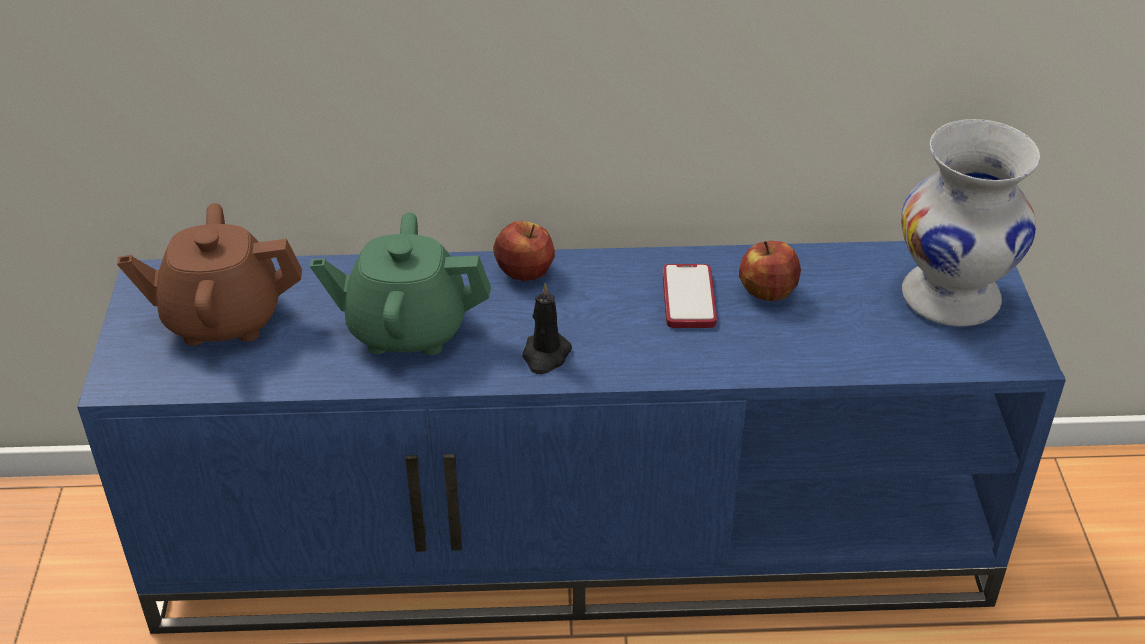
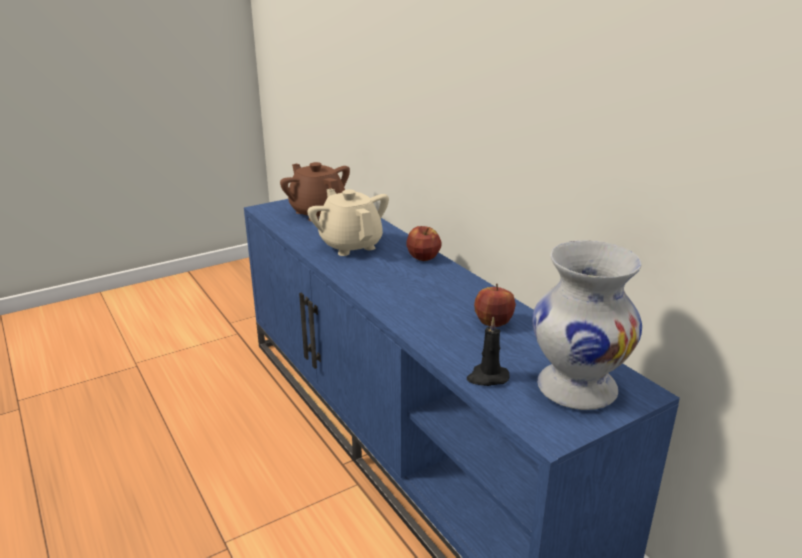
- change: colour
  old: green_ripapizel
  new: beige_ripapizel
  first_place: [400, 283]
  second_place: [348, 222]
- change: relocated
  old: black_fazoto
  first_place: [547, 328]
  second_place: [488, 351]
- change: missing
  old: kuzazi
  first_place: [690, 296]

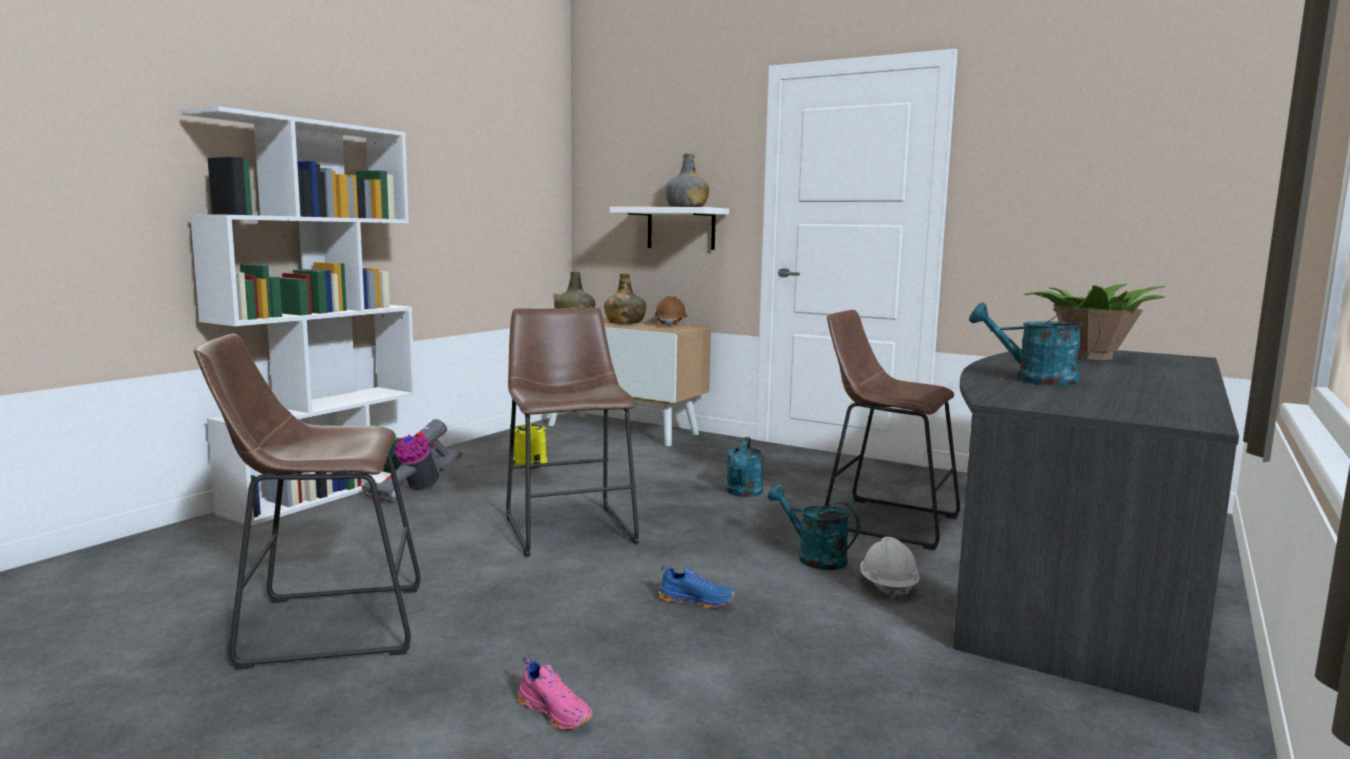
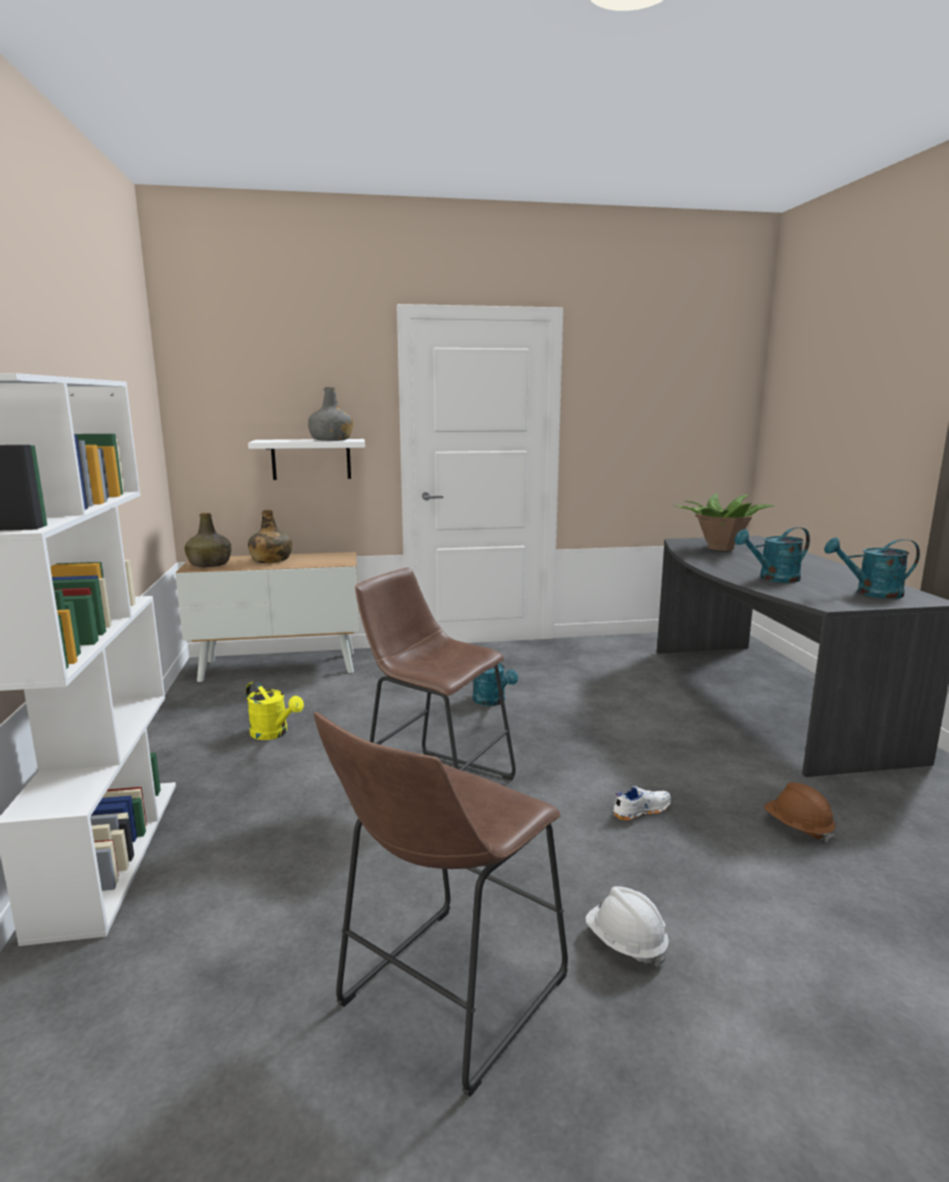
- change: relocated
  old: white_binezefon
  first_place: [889, 569]
  second_place: [627, 926]
- change: colour
  old: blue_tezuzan
  new: white_tezuzan
  first_place: [696, 586]
  second_place: [641, 803]
- change: relocated
  old: brown_binezefon
  first_place: [670, 312]
  second_place: [800, 812]
- change: relocated
  old: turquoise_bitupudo
  first_place: [814, 527]
  second_place: [872, 568]
- change: missing
  old: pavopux
  first_place: [411, 460]
- change: missing
  old: pink_tezuzan
  first_place: [555, 693]
- change: missing
  old: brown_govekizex
  first_place: [892, 430]

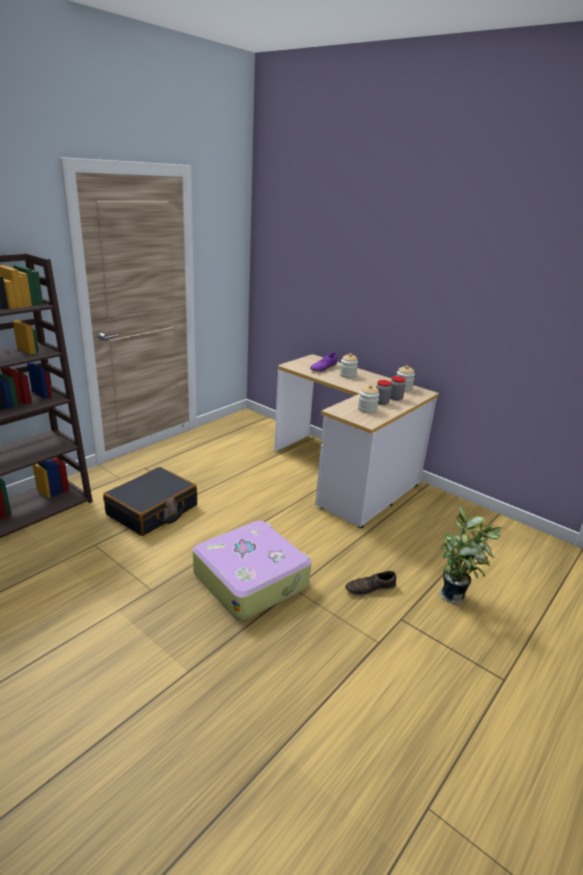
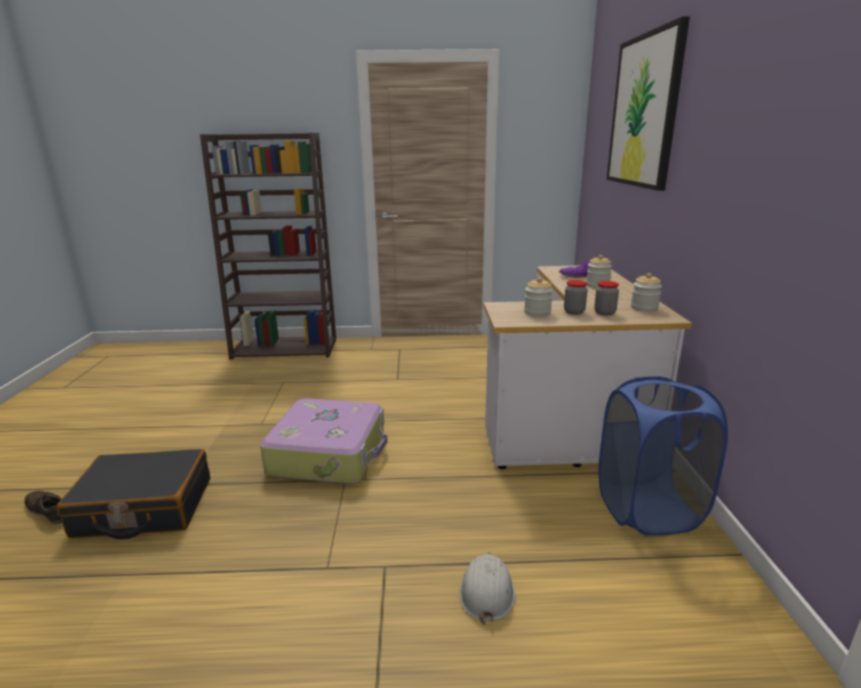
- change: relocated
  old: brown_tezuzan
  first_place: [370, 583]
  second_place: [43, 507]
- change: relocated
  old: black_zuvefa
  first_place: [150, 501]
  second_place: [133, 494]
- change: exchanged
  old: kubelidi
  new: white_binezefon
  first_place: [471, 554]
  second_place: [487, 588]
- change: appeared
  new: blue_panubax
  second_place: [663, 456]
- change: appeared
  new: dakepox
  second_place: [648, 103]

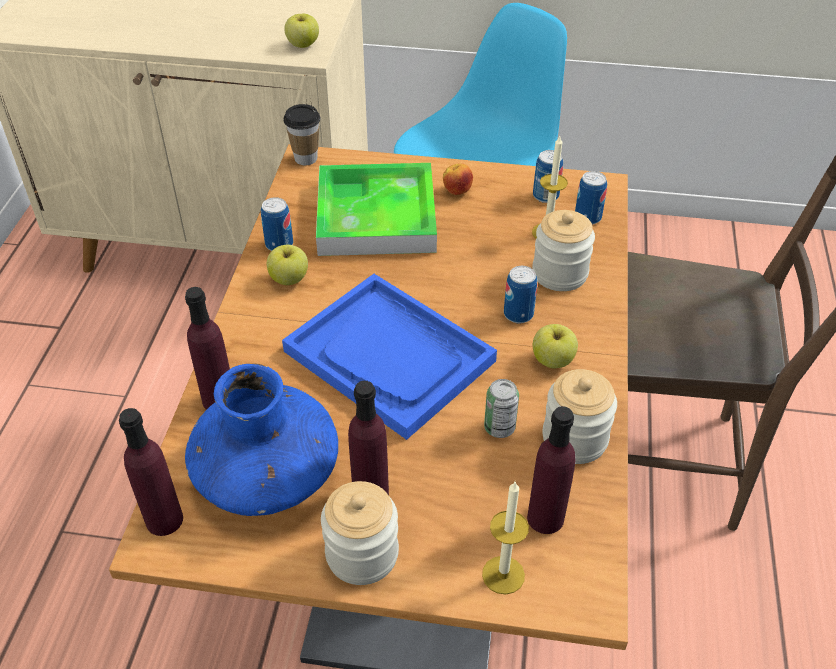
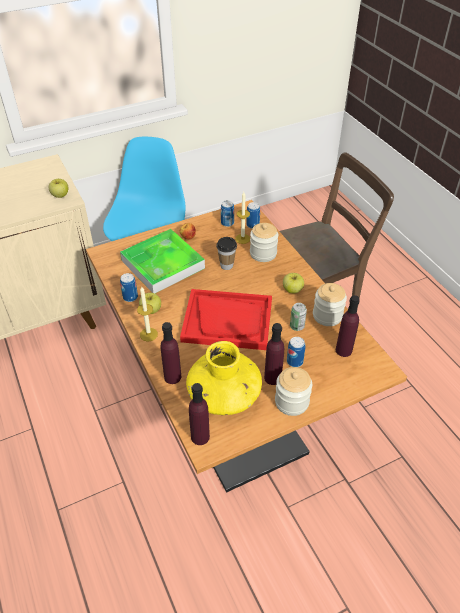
- change: relocated
  old: fazoto
  first_place: [505, 538]
  second_place: [147, 314]
- change: colour
  old: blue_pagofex
  new: red_pagofex
  first_place: [389, 357]
  second_place: [226, 319]
- change: colour
  old: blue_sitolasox
  new: yellow_sitolasox
  first_place: [261, 440]
  second_place: [224, 378]
- change: relocated
  old: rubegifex
  first_place: [302, 134]
  second_place: [226, 253]
- change: relocated
  old: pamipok
  first_place: [520, 294]
  second_place: [296, 352]

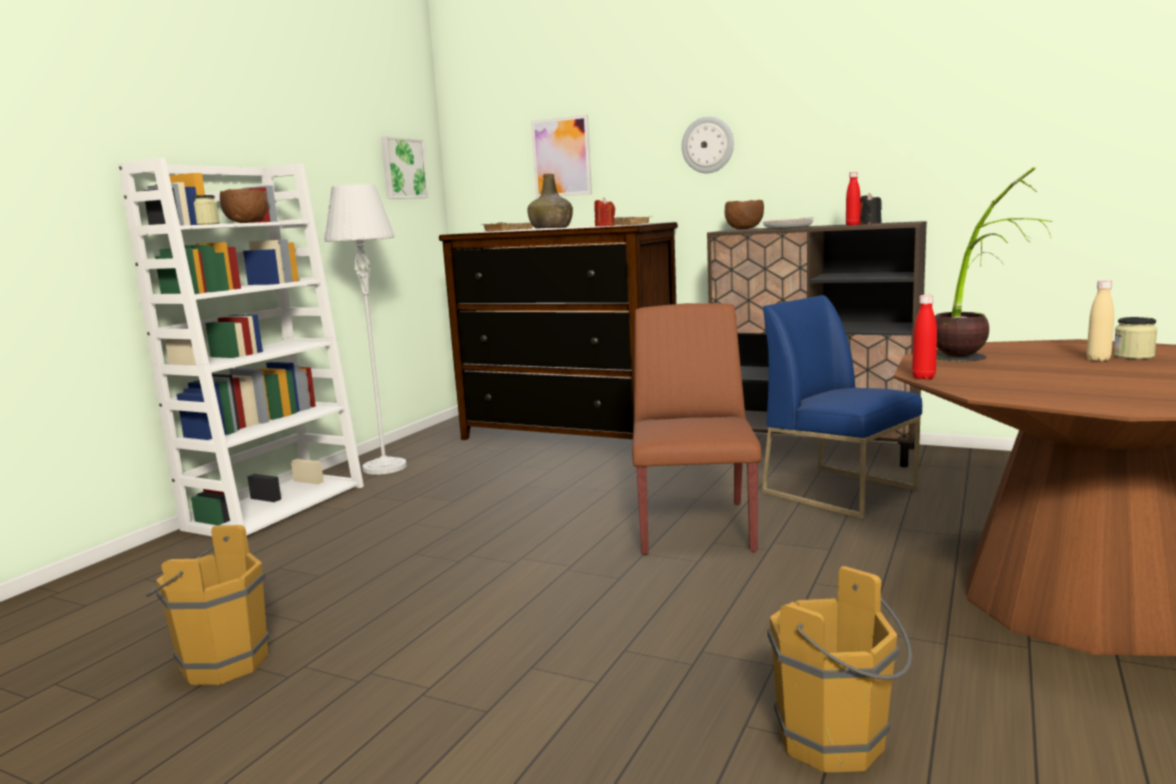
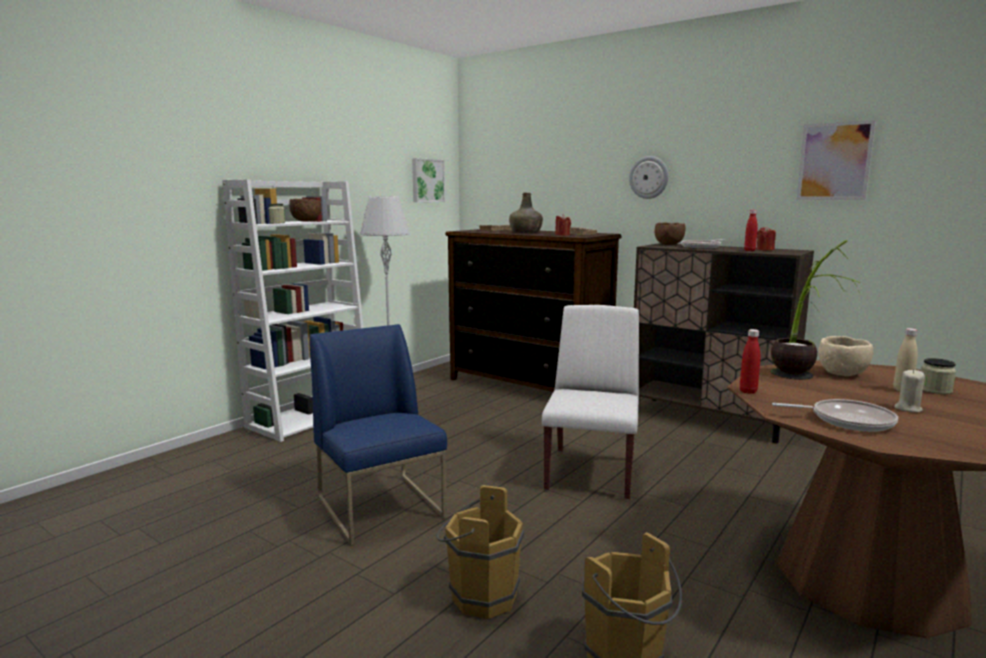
- change: relocated
  old: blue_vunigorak
  first_place: [841, 407]
  second_place: [378, 435]
- change: relocated
  old: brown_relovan
  first_place: [207, 605]
  second_place: [480, 552]
- change: colour
  old: brown_vunigorak
  new: white_vunigorak
  first_place: [696, 429]
  second_place: [590, 402]
- change: colour
  old: black_fazoto
  new: red_fazoto
  first_place: [871, 209]
  second_place: [766, 238]
- change: appeared
  new: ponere
  second_place: [835, 415]
- change: relocated
  old: dakepox
  first_place: [561, 156]
  second_place: [836, 160]
- change: appeared
  new: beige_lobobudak
  second_place: [845, 356]
- change: appeared
  new: beige_fazoto
  second_place: [909, 391]

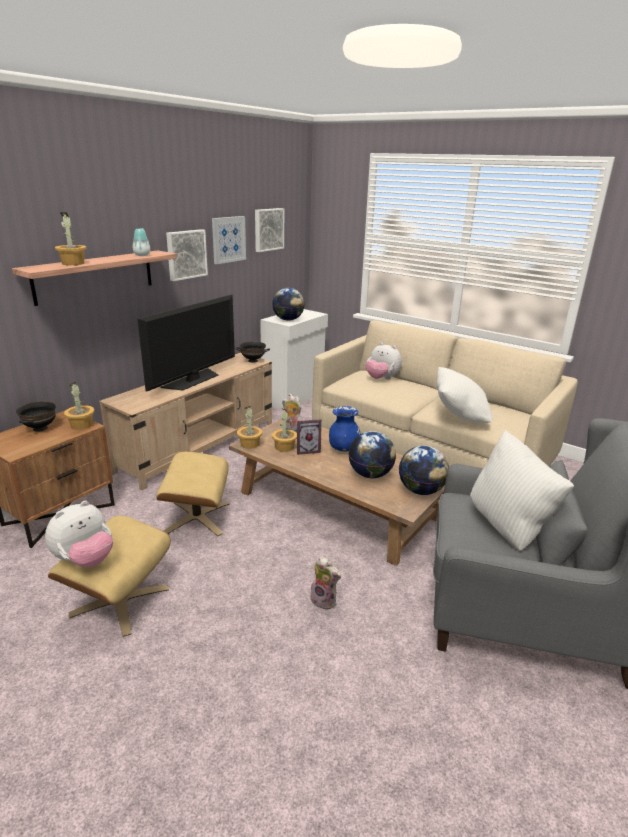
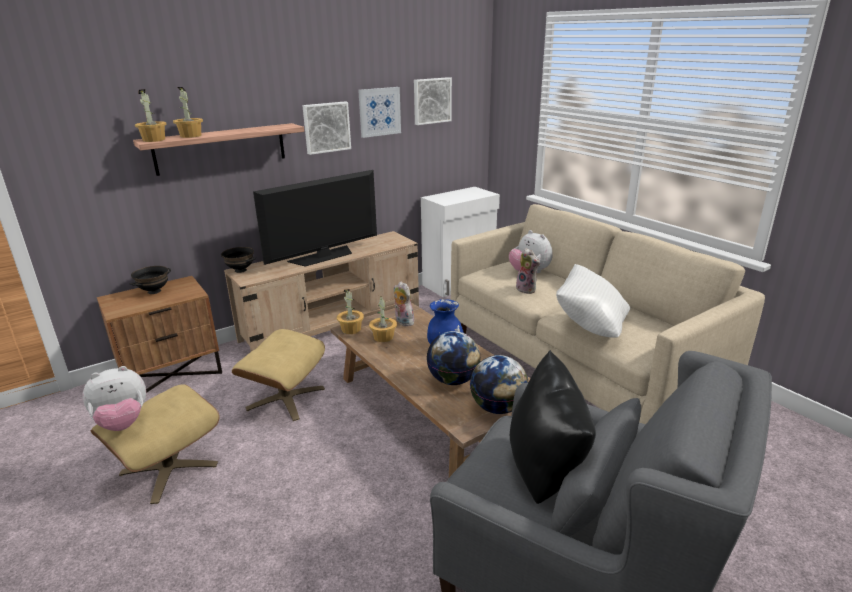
- change: relocated
  old: kubelidi
  first_place: [79, 405]
  second_place: [151, 115]
- change: relocated
  old: black_lobobudak
  first_place: [253, 352]
  second_place: [238, 260]
- change: colour
  old: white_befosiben
  new: black_befosiben
  first_place: [522, 490]
  second_place: [553, 427]
- change: relocated
  old: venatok
  first_place: [325, 583]
  second_place: [528, 271]
- change: missing
  old: sitolasox
  first_place: [141, 242]
- change: missing
  old: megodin
  first_place: [288, 304]
- change: missing
  old: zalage
  first_place: [309, 437]

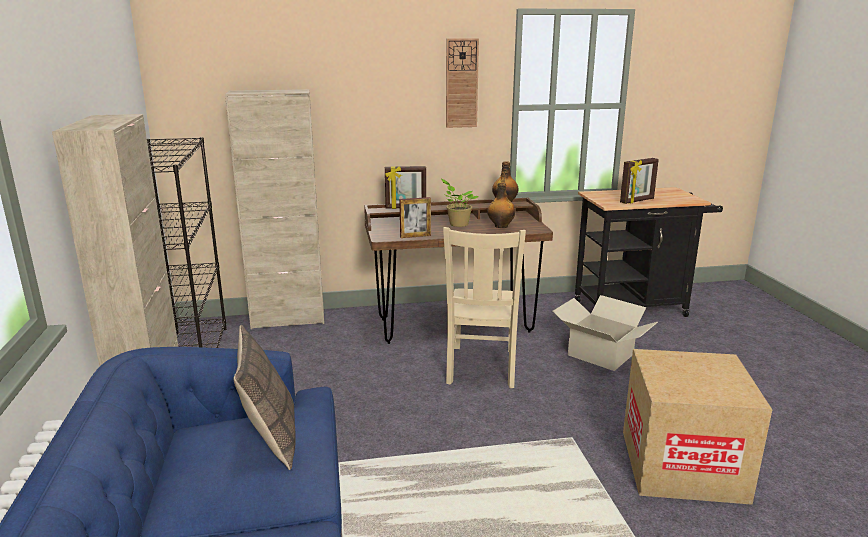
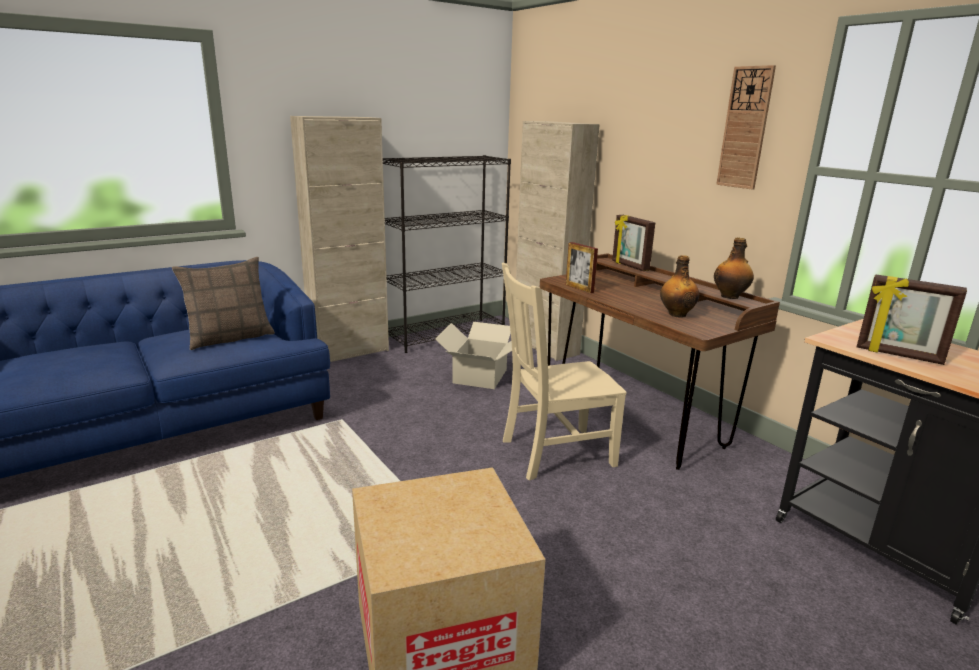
- change: relocated
  old: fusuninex
  first_place: [605, 333]
  second_place: [473, 355]
- change: missing
  old: kubelidi
  first_place: [460, 203]

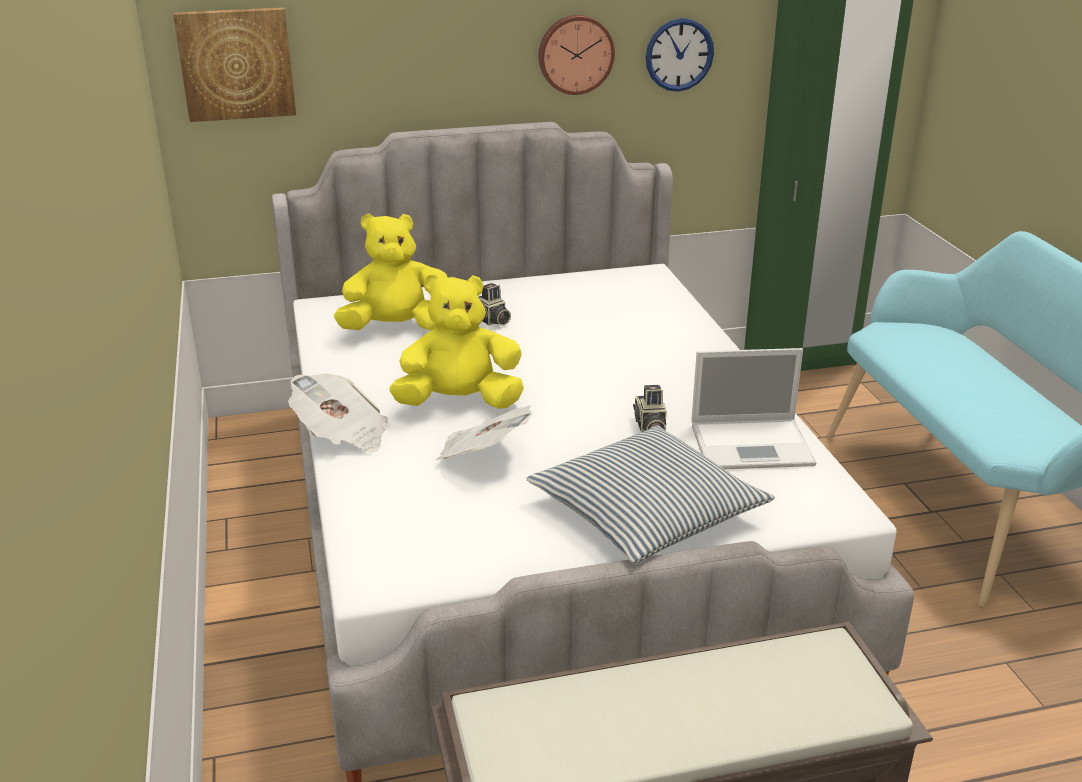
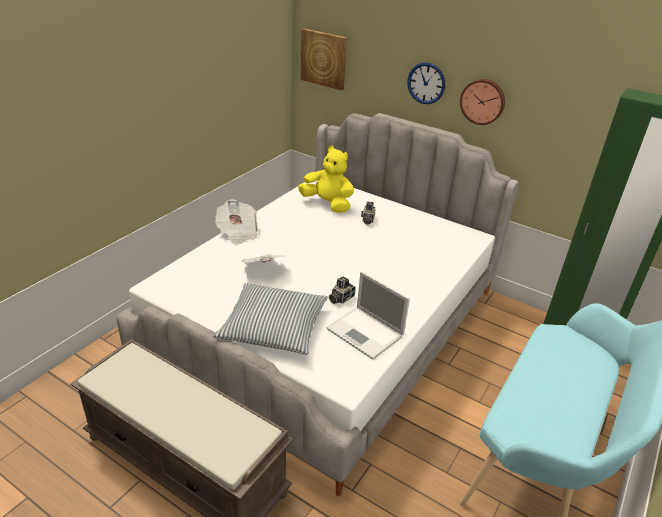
- change: relocated
  old: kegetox
  first_place: [680, 55]
  second_place: [426, 83]
- change: missing
  old: yellow_venatok
  first_place: [456, 341]

